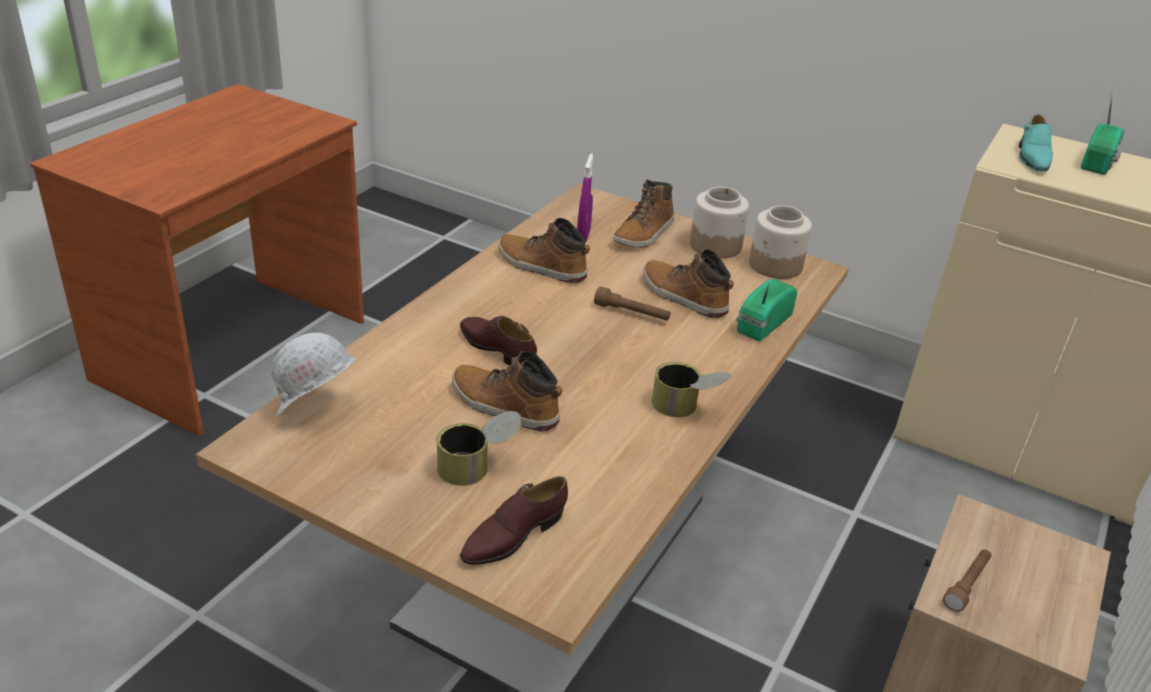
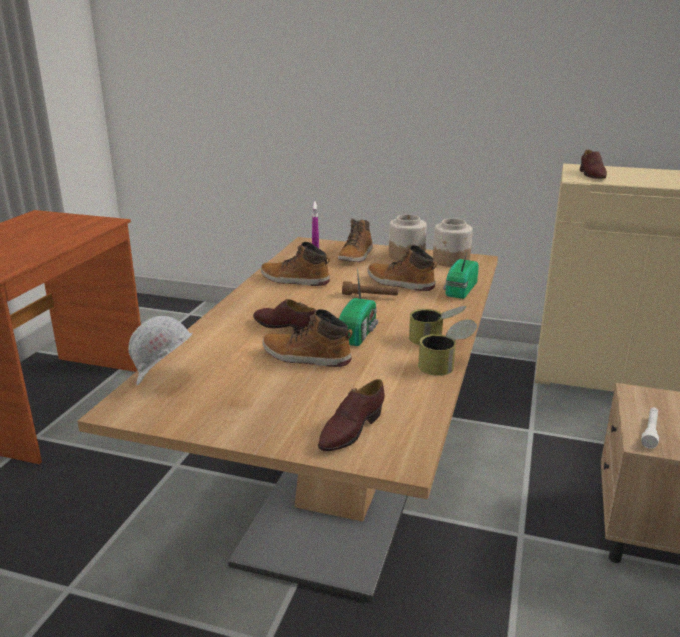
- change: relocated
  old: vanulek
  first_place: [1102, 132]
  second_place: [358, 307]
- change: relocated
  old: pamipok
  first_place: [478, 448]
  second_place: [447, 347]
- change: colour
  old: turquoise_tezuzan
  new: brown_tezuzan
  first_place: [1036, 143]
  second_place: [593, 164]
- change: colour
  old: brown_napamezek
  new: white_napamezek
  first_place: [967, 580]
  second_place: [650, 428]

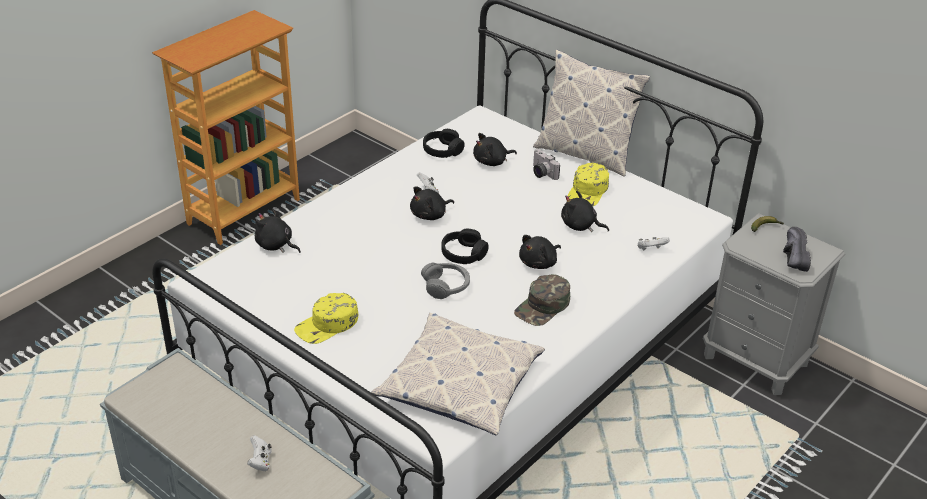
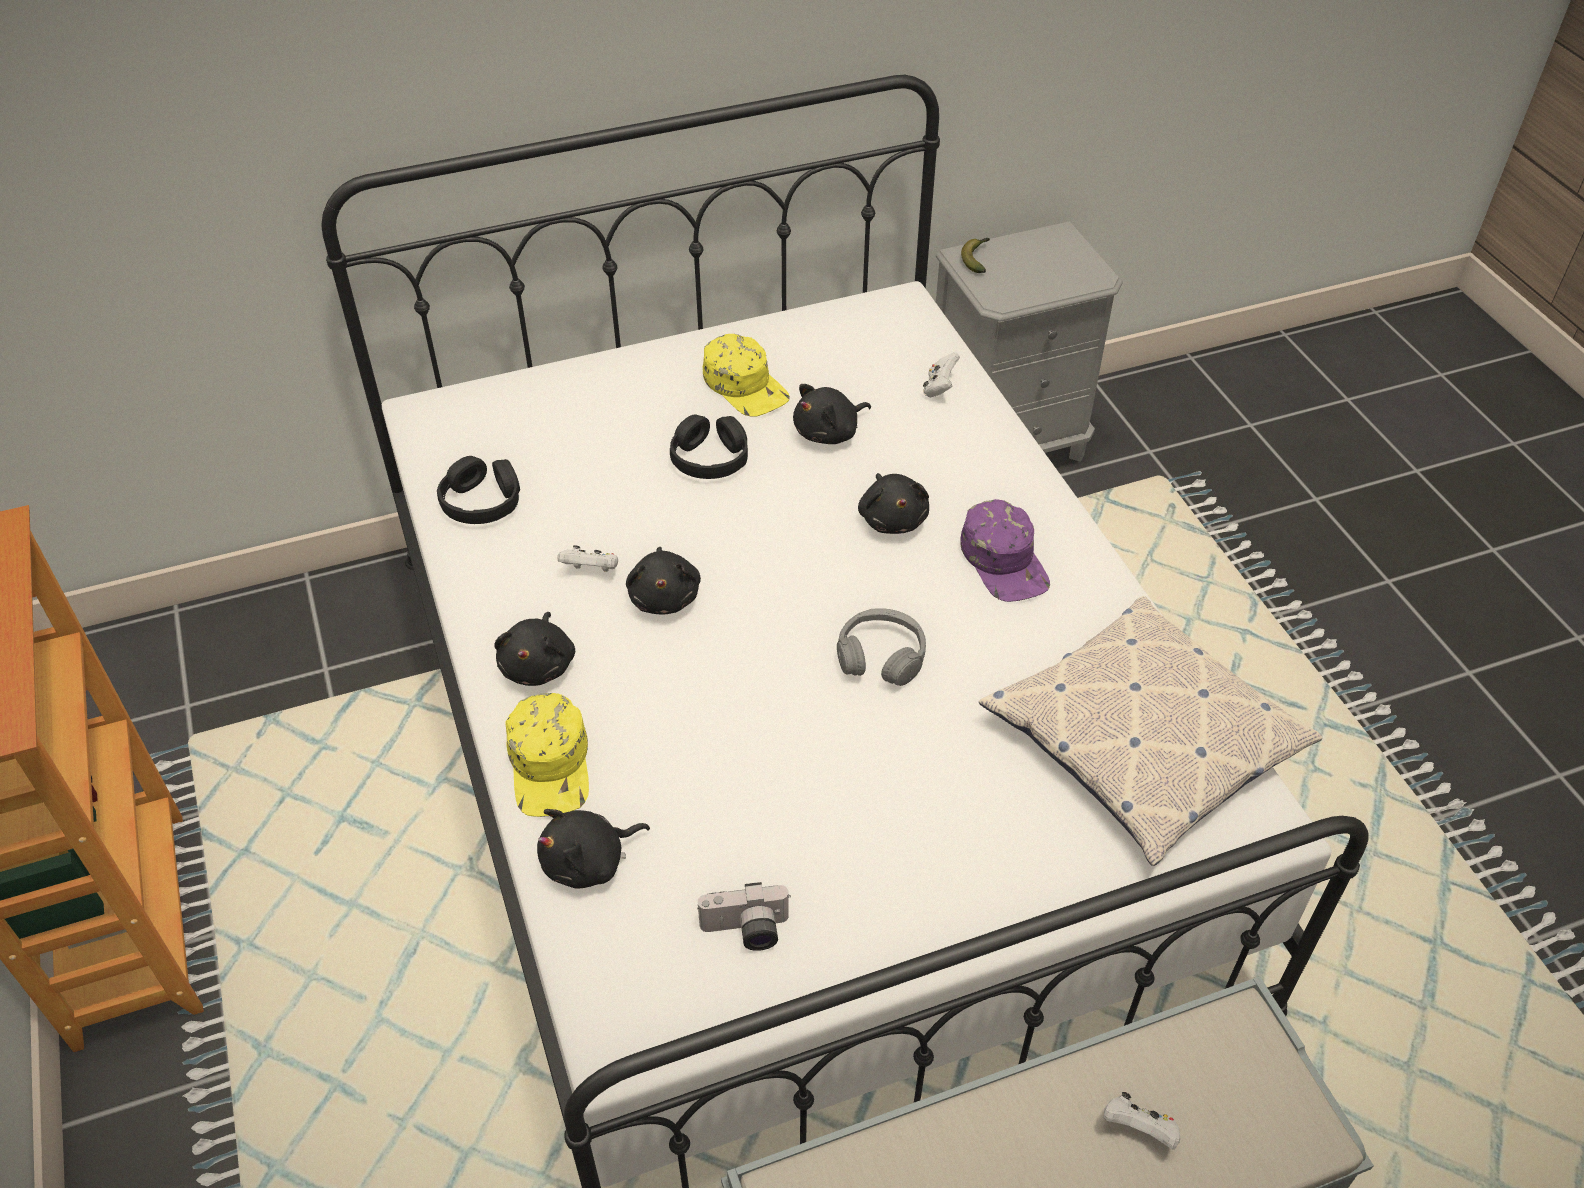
- change: relocated
  old: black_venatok
  first_place: [495, 149]
  second_place: [534, 649]
- change: relocated
  old: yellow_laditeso
  first_place: [326, 318]
  second_place: [547, 755]
- change: relocated
  old: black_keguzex
  first_place: [465, 246]
  second_place: [709, 446]
- change: relocated
  old: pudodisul
  first_place: [546, 164]
  second_place: [744, 916]
- change: colour
  old: green_laditeso
  new: purple_laditeso
  first_place: [542, 300]
  second_place: [1005, 550]
- change: missing
  old: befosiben
  first_place: [591, 113]
- change: missing
  old: black_tezuzan
  first_place: [797, 249]

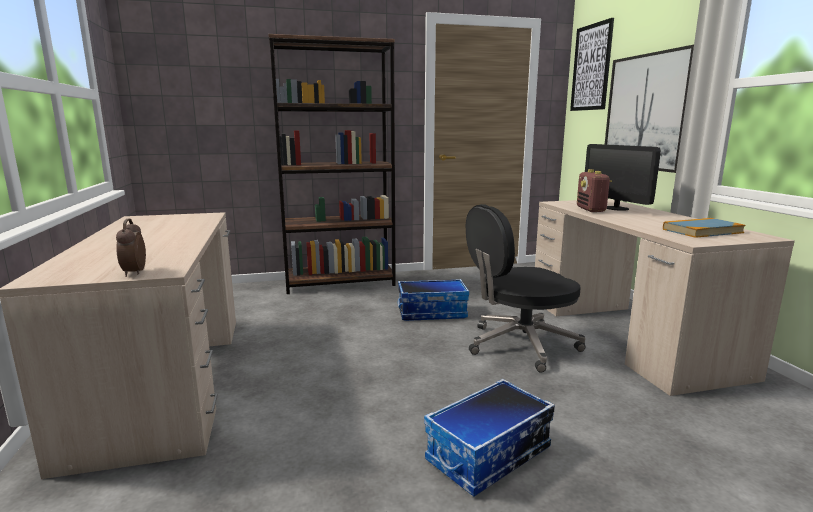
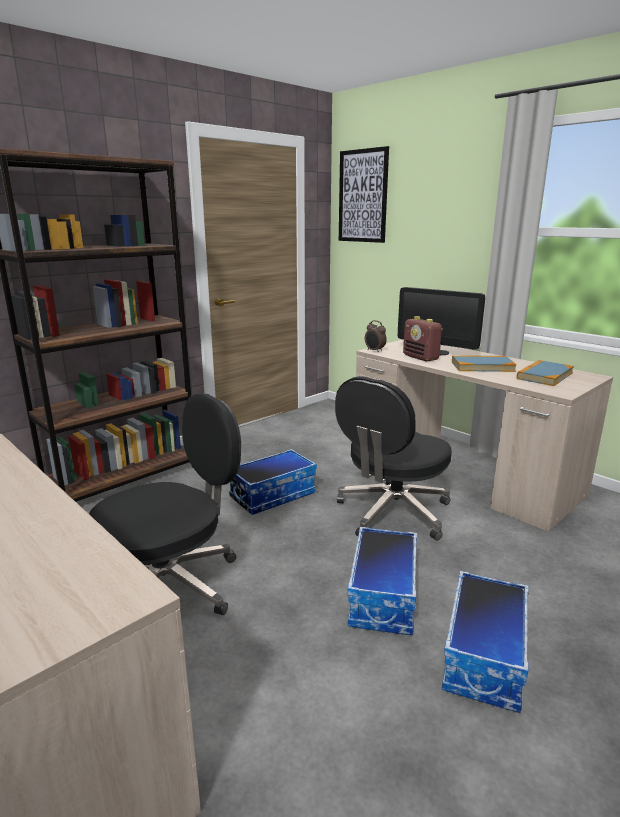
- change: appeared
  new: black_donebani
  second_place: [165, 504]
- change: appeared
  new: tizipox
  second_place: [382, 581]
- change: relocated
  old: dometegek
  first_place: [131, 248]
  second_place: [376, 336]
- change: appeared
  new: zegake
  second_place: [484, 363]
- change: missing
  old: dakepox
  first_place: [649, 109]

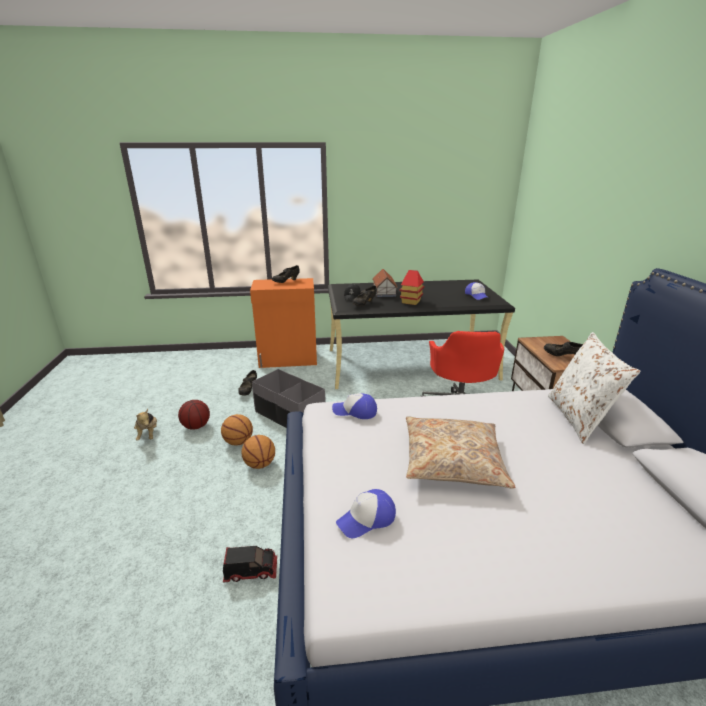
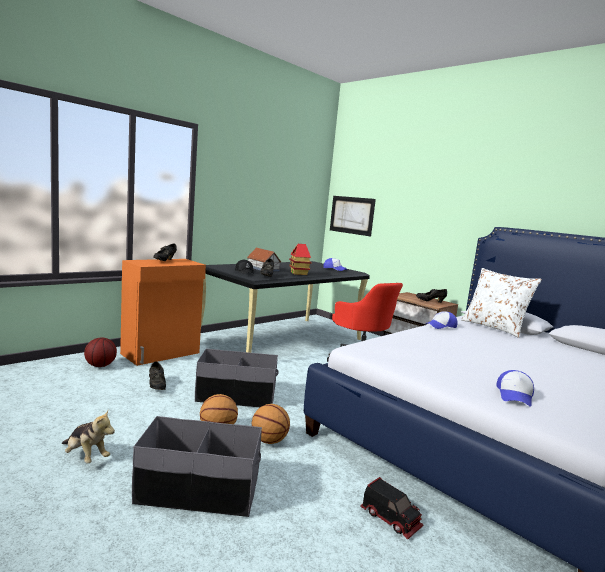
- change: relocated
  old: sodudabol
  first_place: [194, 414]
  second_place: [100, 352]
- change: appeared
  new: grey_tizipox
  second_place: [197, 466]
- change: appeared
  new: dakepox
  second_place: [353, 216]
- change: spun
  old: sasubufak
  first_place: [250, 564]
  second_place: [392, 508]
  degrees: 90
- change: relocated
  old: laditeso
  first_place: [354, 406]
  second_place: [441, 320]
- change: missing
  old: beige_befosiben
  first_place: [460, 452]

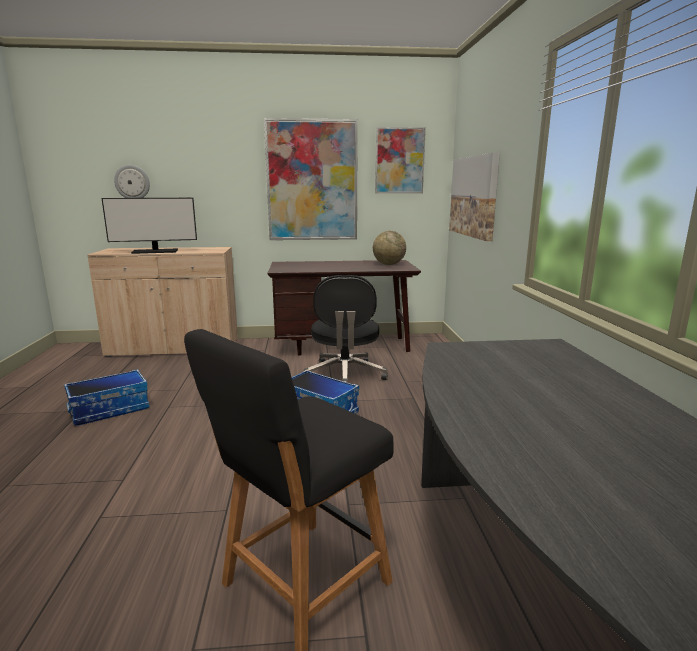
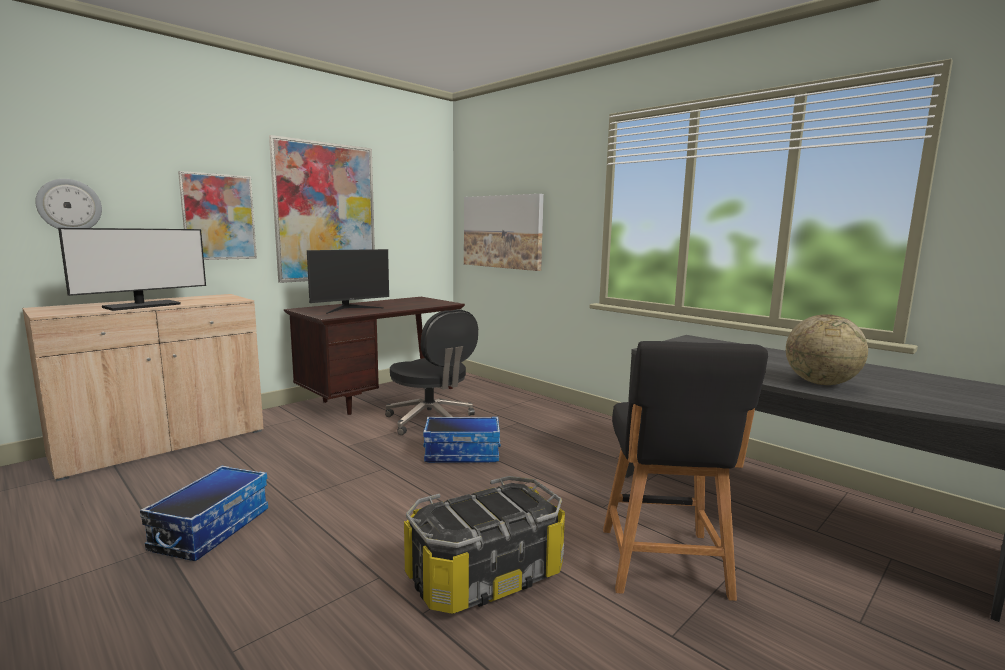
- change: relocated
  old: dakepox
  first_place: [400, 160]
  second_place: [217, 215]
- change: appeared
  new: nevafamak
  second_place: [348, 281]
- change: appeared
  new: tizipox
  second_place: [484, 545]
- change: relocated
  old: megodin
  first_place: [389, 248]
  second_place: [827, 349]

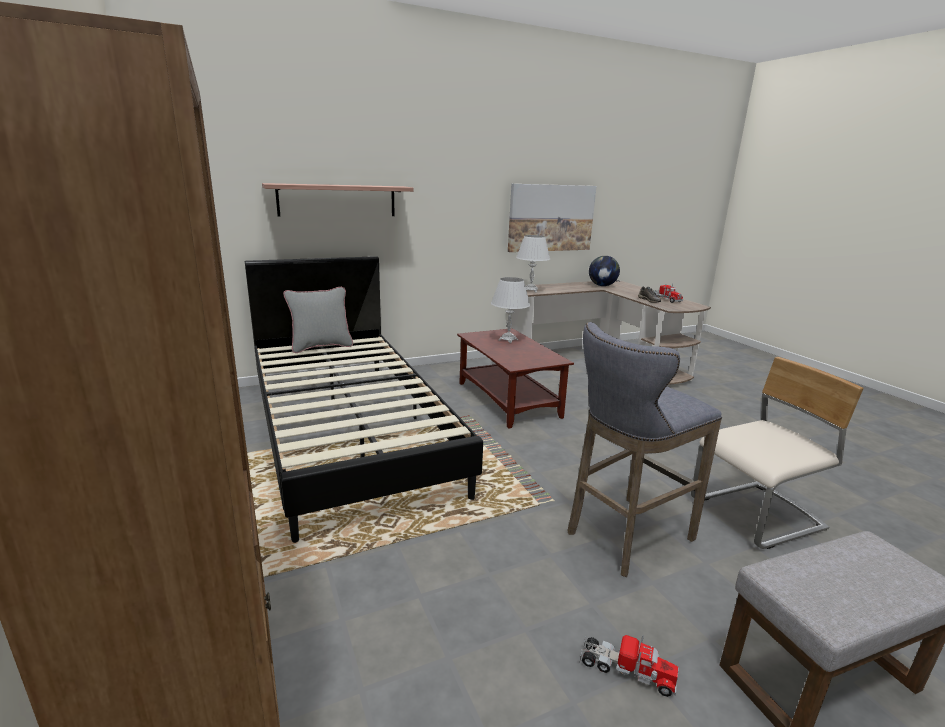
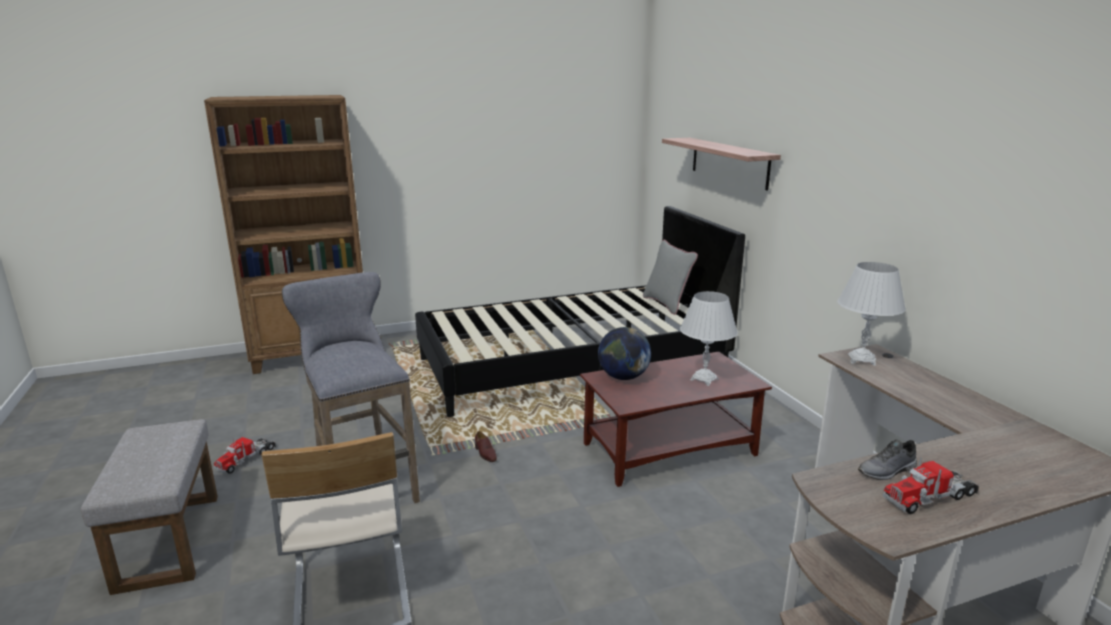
- change: appeared
  new: brown_tezuzan
  second_place: [486, 446]
- change: relocated
  old: megodin
  first_place: [604, 271]
  second_place: [624, 353]
- change: missing
  old: dakepox
  first_place: [552, 218]

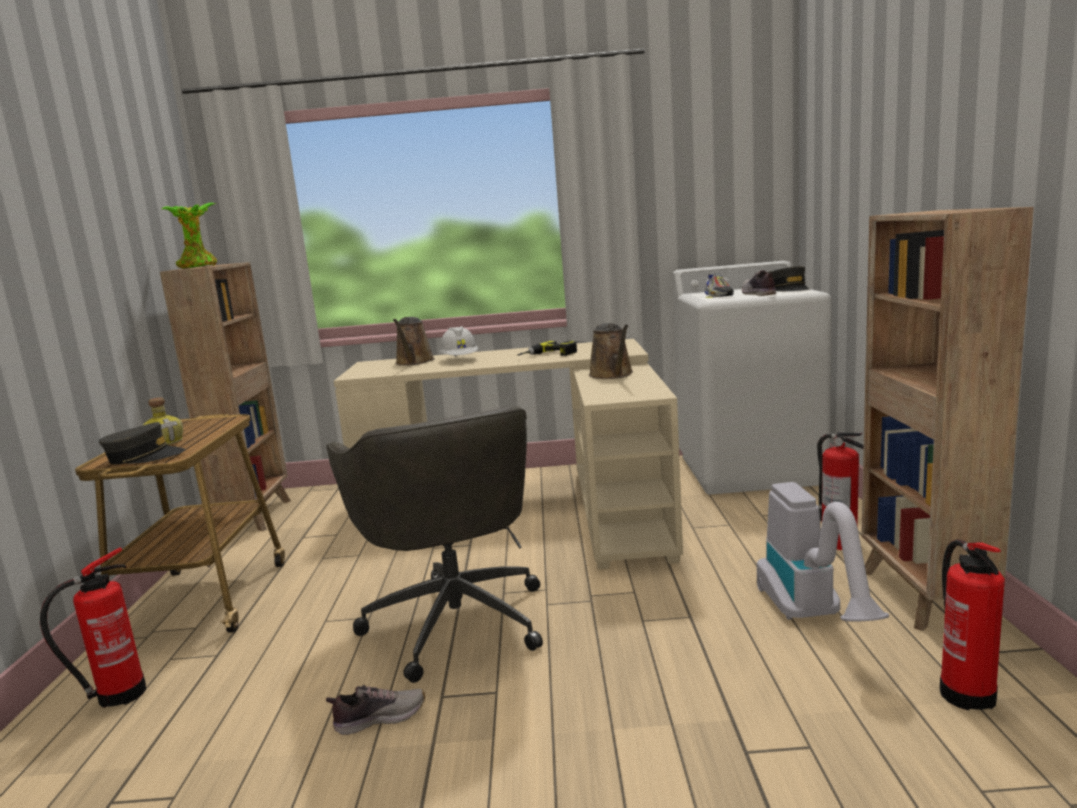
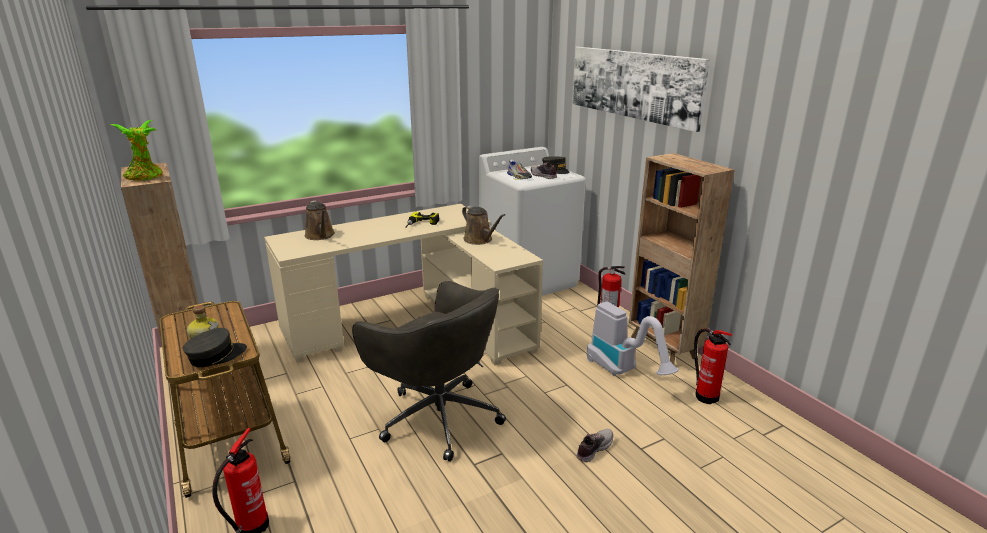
- change: appeared
  new: dakepox
  second_place: [641, 89]
- change: relocated
  old: tezuzan
  first_place: [375, 710]
  second_place: [595, 445]
- change: missing
  old: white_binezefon
  first_place: [459, 341]

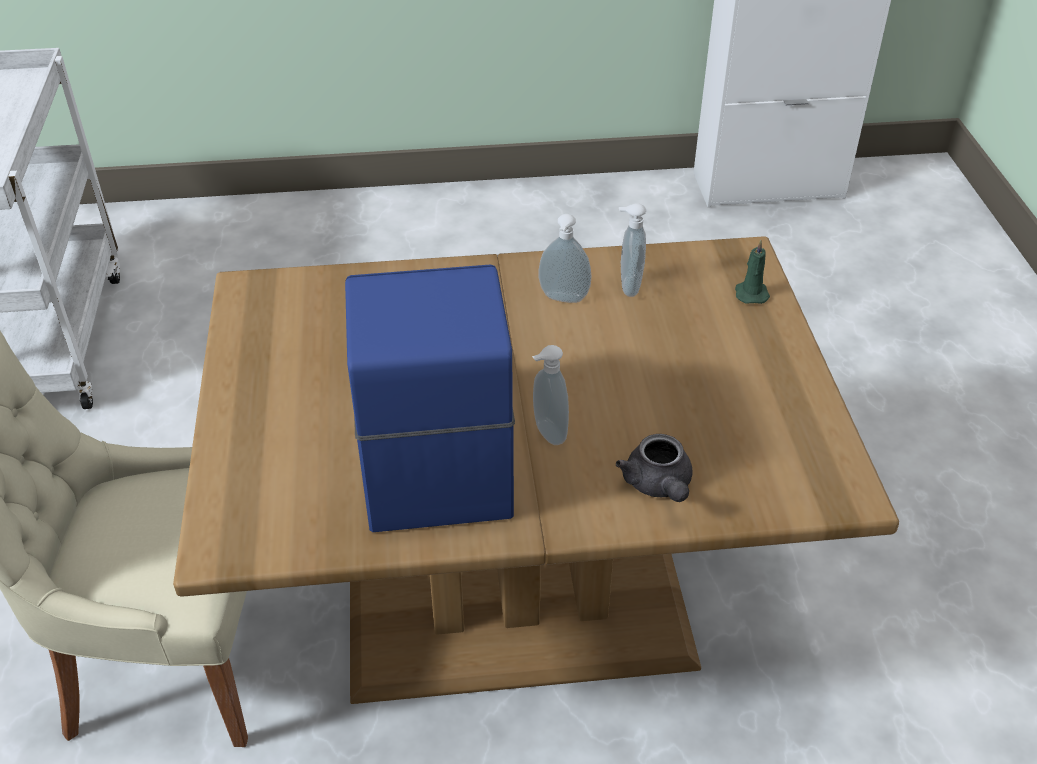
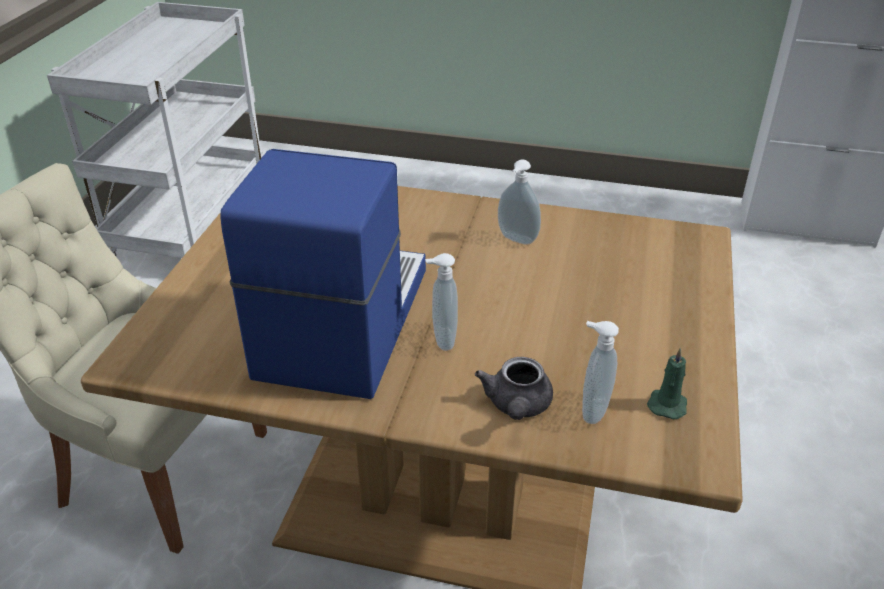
- change: relocated
  old: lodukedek
  first_place: [632, 250]
  second_place: [600, 372]
- change: relocated
  old: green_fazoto
  first_place: [752, 272]
  second_place: [667, 383]

